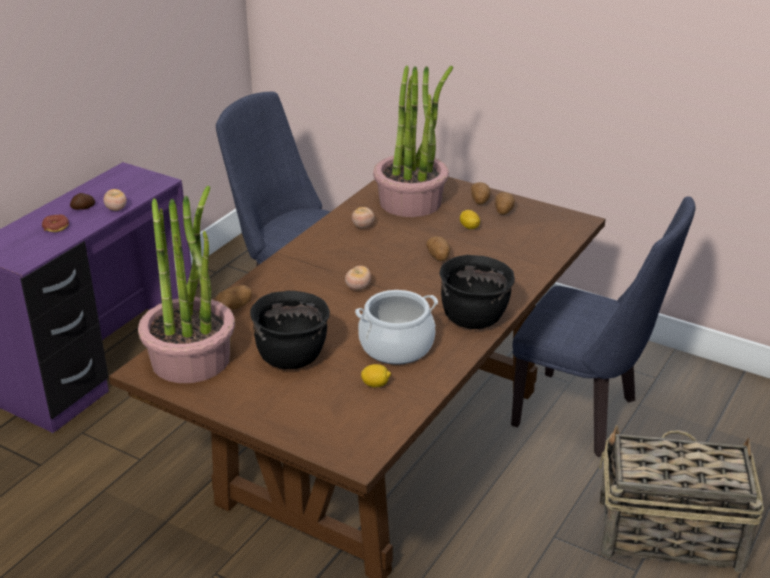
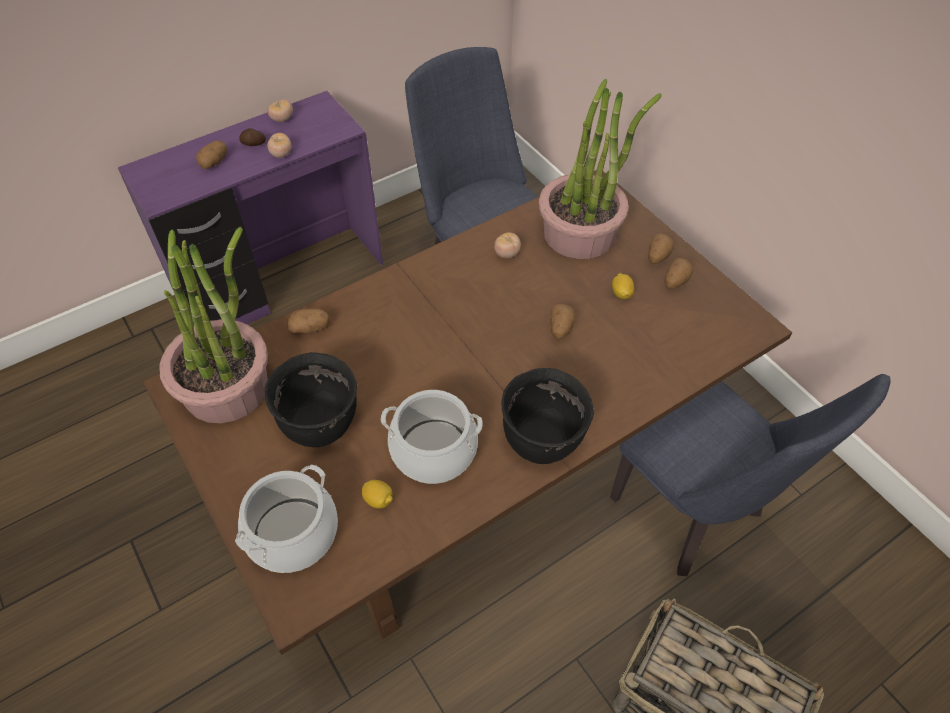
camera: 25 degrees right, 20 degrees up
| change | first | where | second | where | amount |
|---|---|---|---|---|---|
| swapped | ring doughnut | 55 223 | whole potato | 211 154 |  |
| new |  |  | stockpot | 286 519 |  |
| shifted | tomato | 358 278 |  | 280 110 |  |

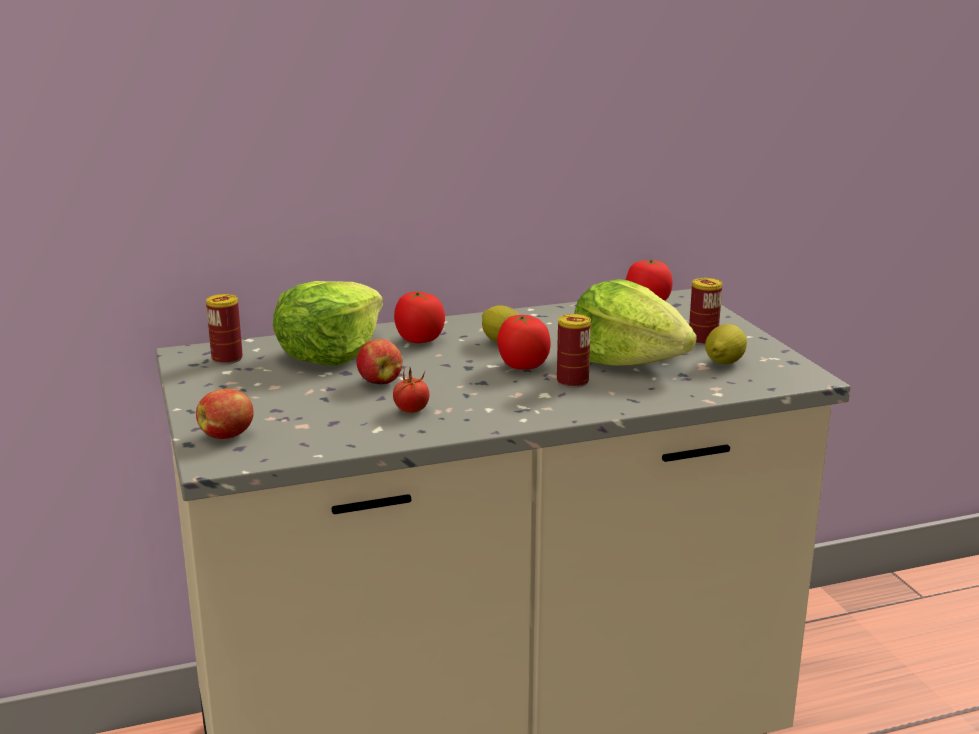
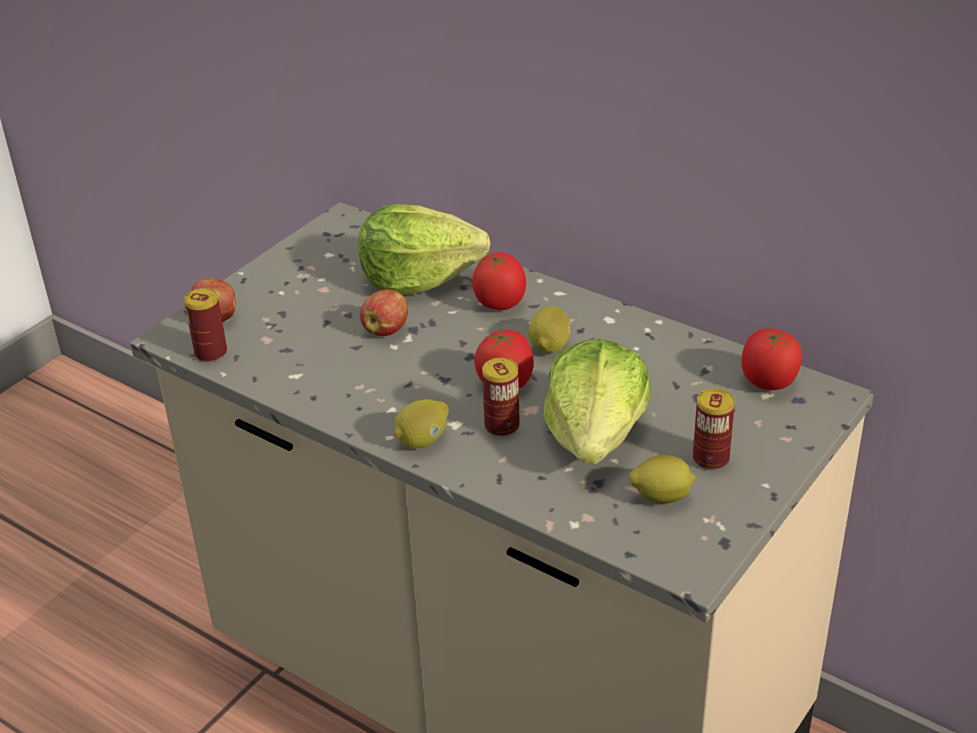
camera: 55 degrees right, 15 degrees up
| change | first | where | second | where | amount |
|---|---|---|---|---|---|
| shifted | sealed can | 224 329 |  | 205 325 |  |
| new |  |  | whole lemon | 421 423 |  |
| gone | tomato | 411 390 |  |  |  |

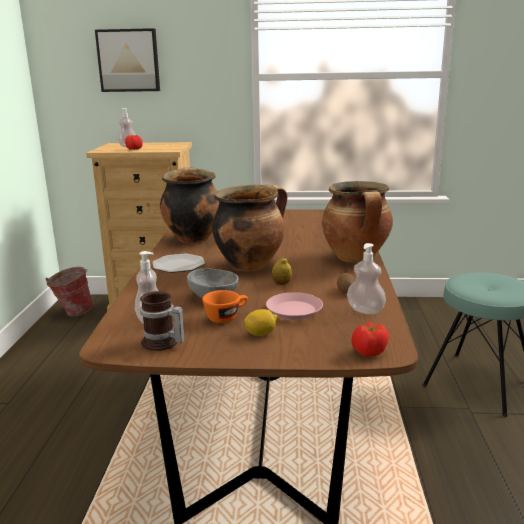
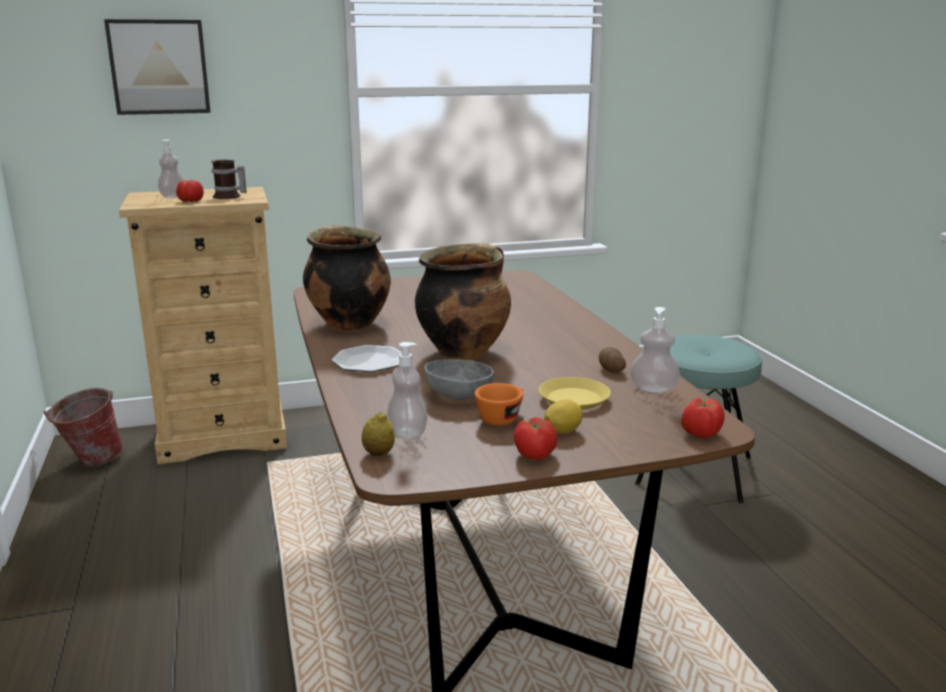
camera: 20 degrees left, 0 degrees up
| change | first | where | second | where | amount |
|---|---|---|---|---|---|
| shifted | mug | 162 321 |  | 229 179 |  |
| shifted | whole lemon | 282 271 |  | 378 434 |  |
| new |  |  | tomato | 536 438 |  |
| repainted | pinkish plate | 294 306 | yellow plate | 575 393 |  |
| gone | stockpot | 357 222 |  |  |  |

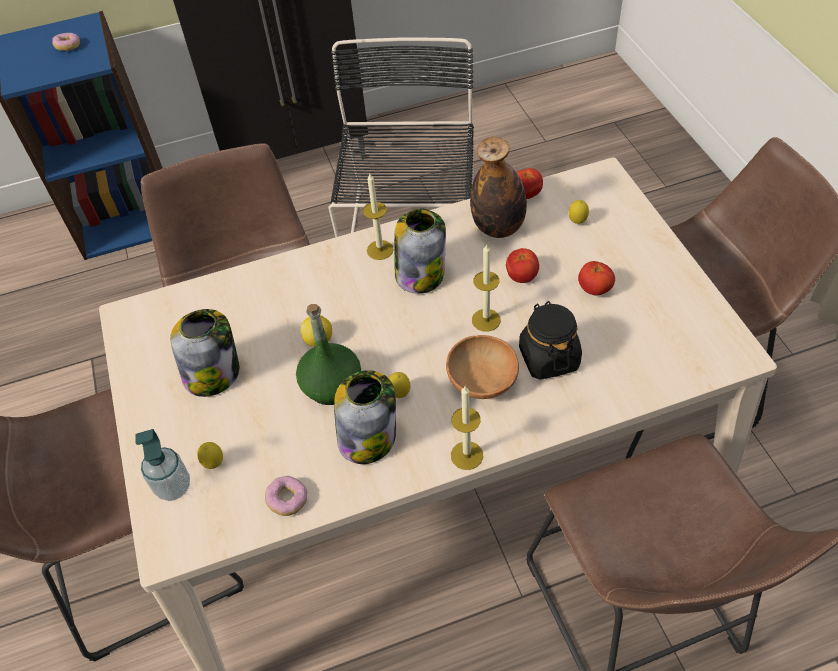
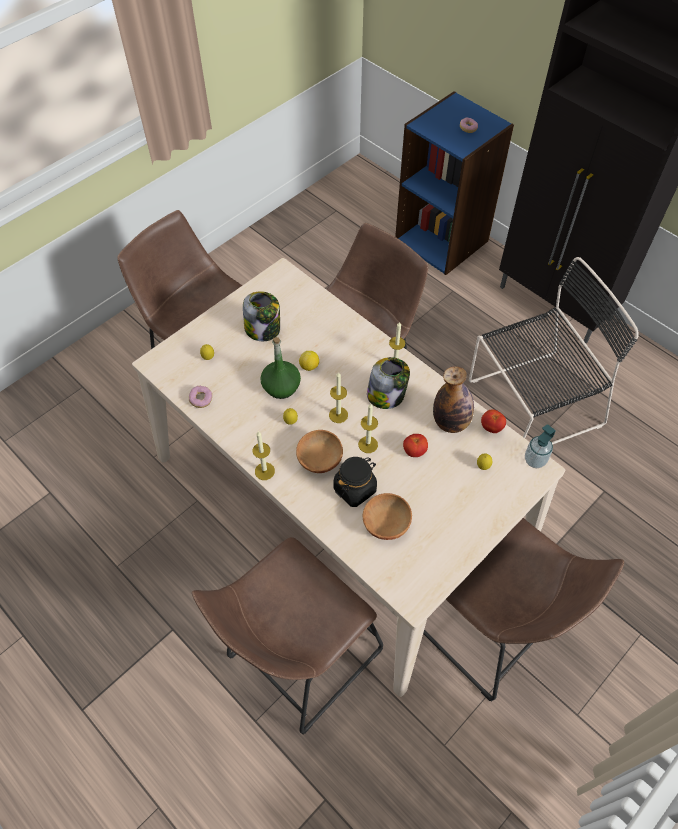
camera: 60 degrees right, 5 degrees up
| change | first | where | second | where | amount |
|---|---|---|---|---|---|
| new |  |  | wax light | 338 397 |  |
| new |  |  | brown-coloured bowl | 387 516 |  |
| shifted | soap bottle | 162 465 |  | 540 446 |  |
| gone | storage jar | 365 417 |  |  |  |
| gone | tomato | 596 278 |  |  |  |

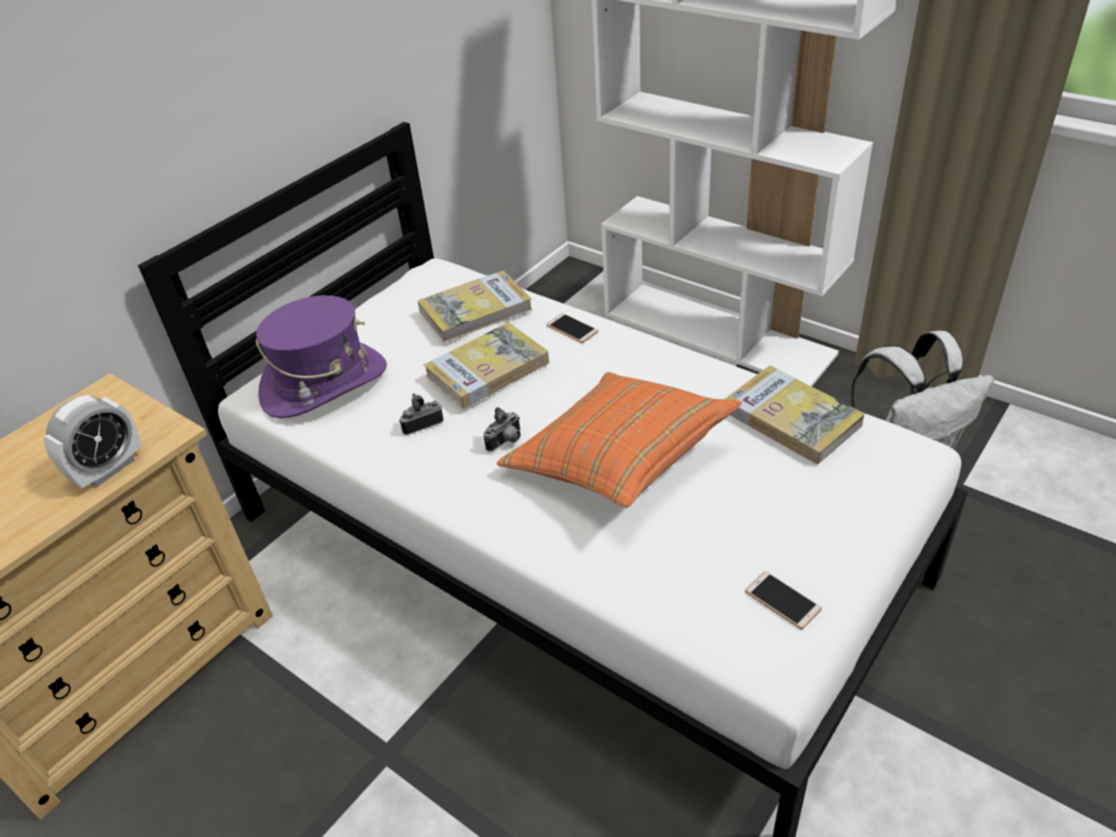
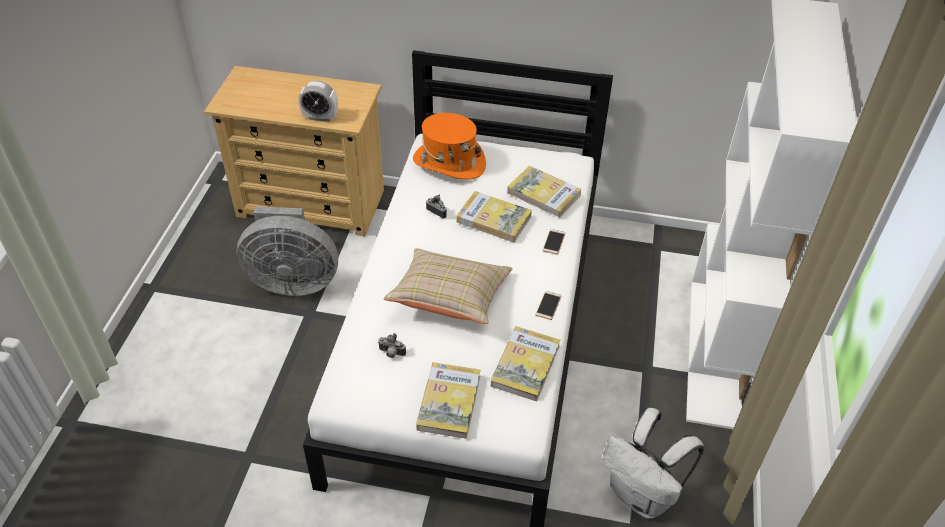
camera: 60 degrees right, 5 degrees up
| change | first | where | second | where | amount |
|---|---|---|---|---|---|
| new |  |  | gray fan | 287 251 |  |
| shifted | photo camera | 502 429 |  | 392 345 |  |
| repainted | orange-coloured pillow | 619 440 | beige-coloured pillow | 448 286 |  |
| repainted | purple-coloured hat | 321 356 | orange-coloured hat | 449 146 |  |
| new |  |  | book | 448 400 |  |
| shifted | phone | 783 600 |  | 548 305 |  |

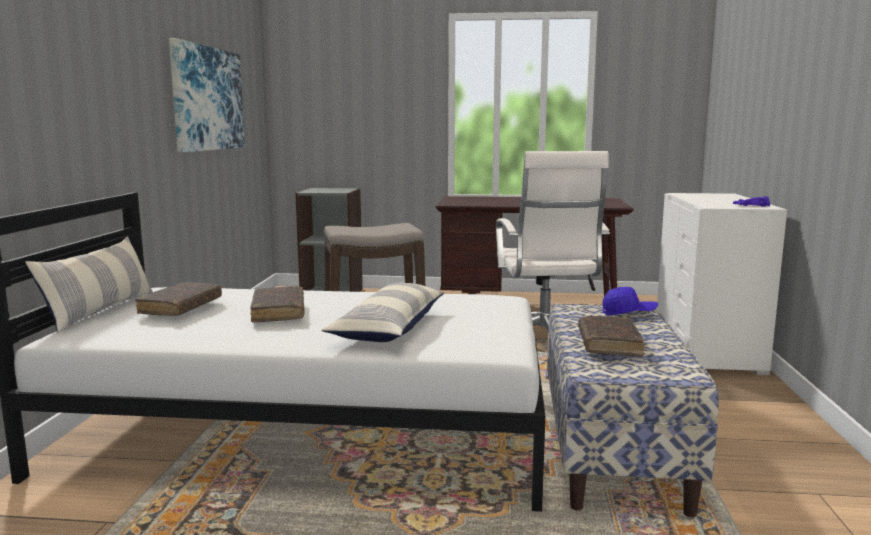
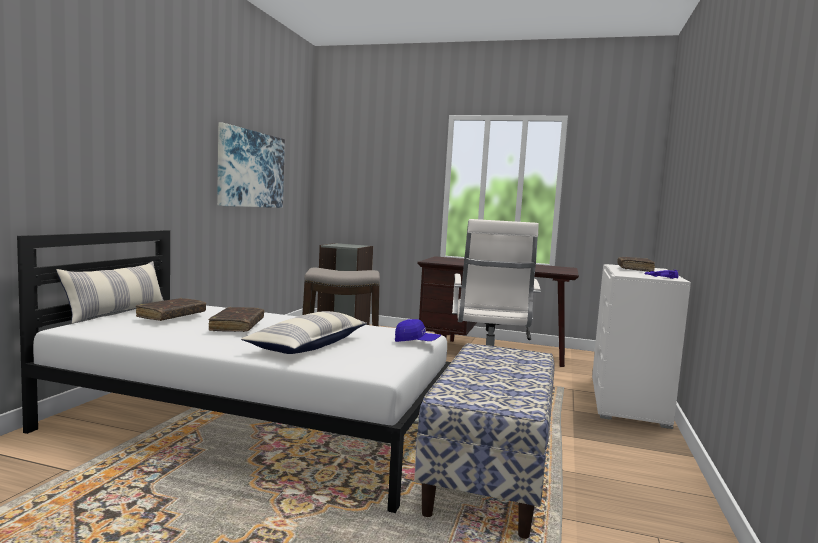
camera: 10 degrees right, 5 degrees down
| change | first | where | second | where | amount |
|---|---|---|---|---|---|
| shifted | blue-coloured baseball cap | 630 301 |  | 418 330 |  |
| shifted | brown-coloured book | 611 336 |  | 636 264 |  |

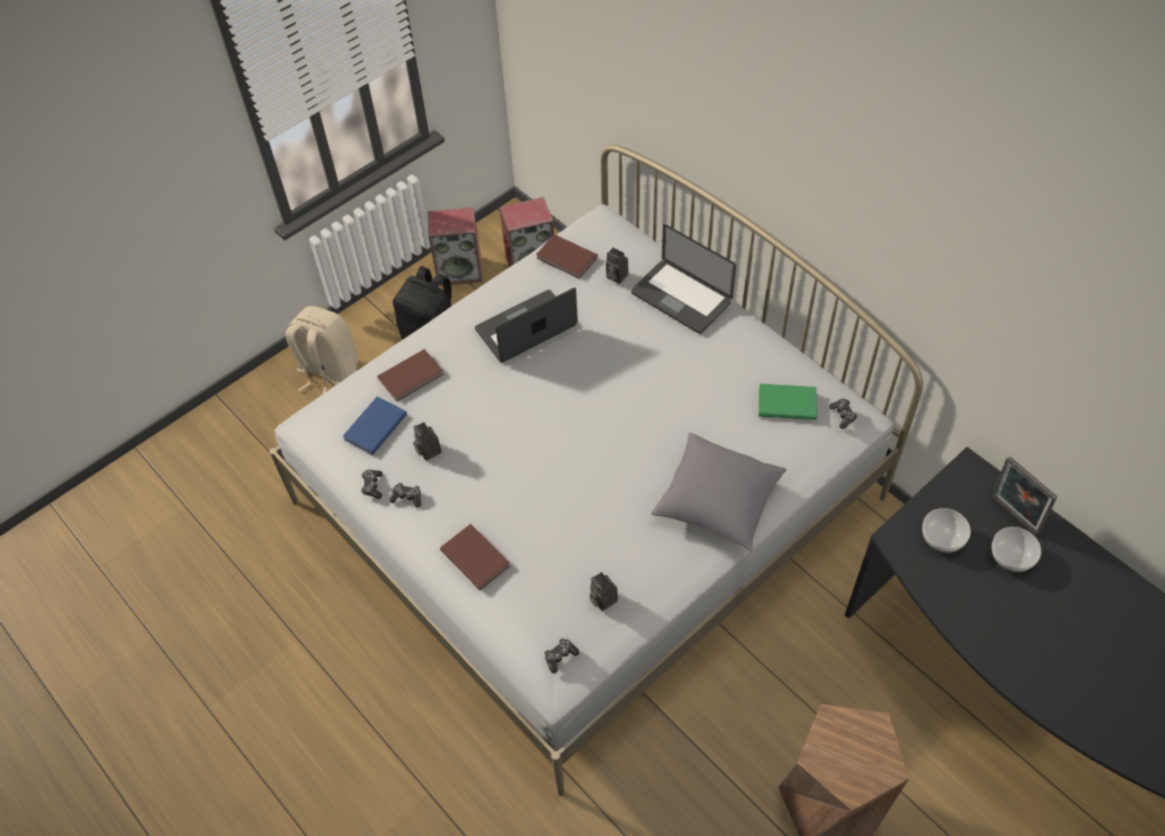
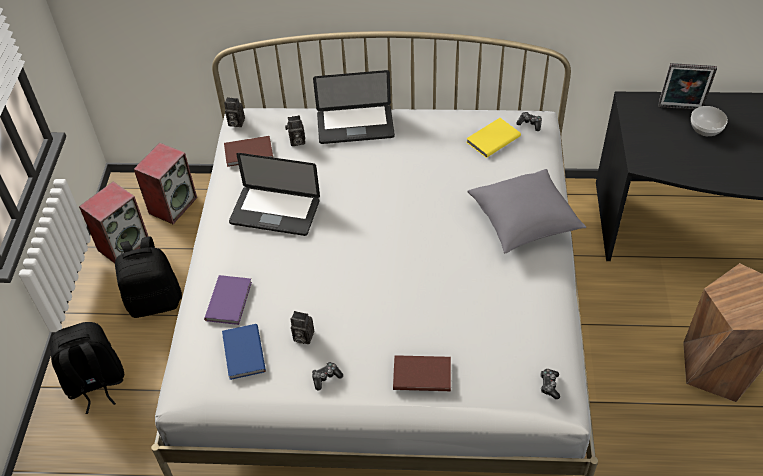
camera: 45 degrees left, 5 degrees down
| change | first | where | second | where | amount |
|---|---|---|---|---|---|
| repainted | beige-coloured backpack | 322 350 | black backpack | 87 368 |  |
| repainted | brown-coloured book | 410 375 | purple-coloured book | 228 300 |  |
| shifted | photo camera | 604 591 |  | 234 112 |  |
| rotated | laptop | 526 325 |  | 274 194 | 90 degrees counterclockwise |
| repainted | green-coloured book | 787 402 | yellow book | 493 138 |  |
| gone | gamepad | 372 484 |  |  |  |
| gone | bowl | 946 530 |  |  |  |

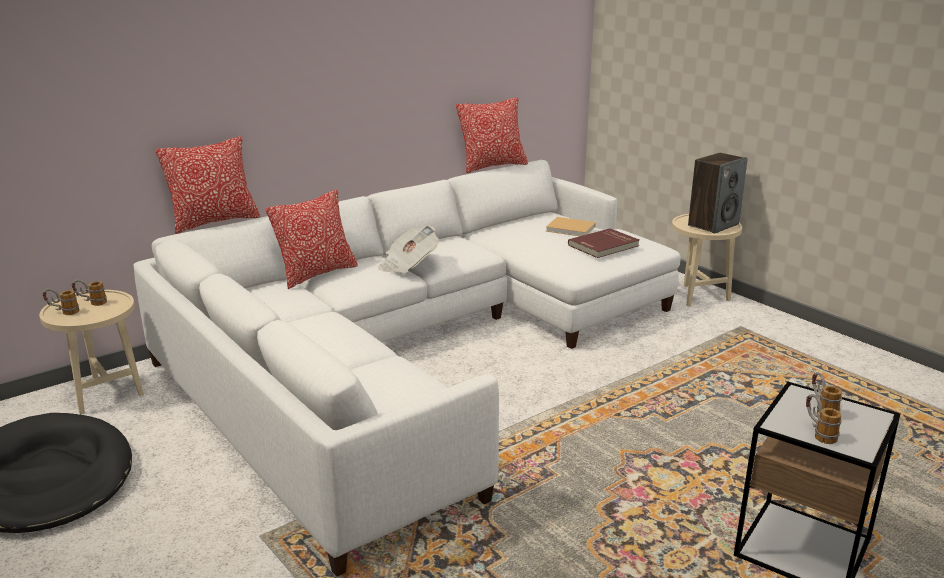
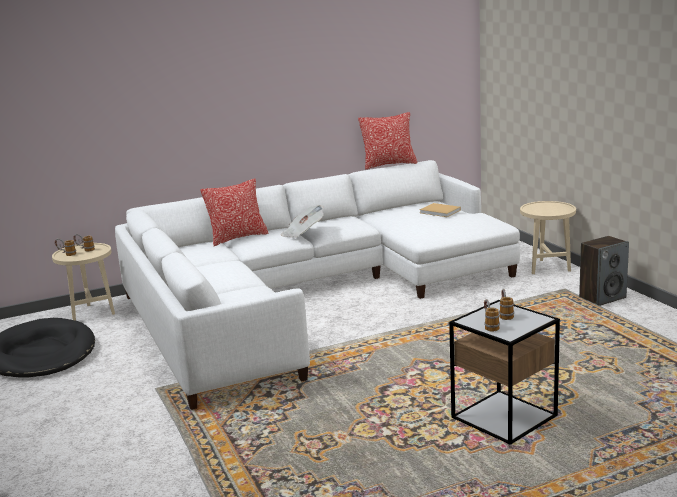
camera: 15 degrees right, 5 degrees down
| change | first | where | second | where | amount |
|---|---|---|---|---|---|
| shifted | loudspeaker | 718 193 |  | 604 271 |  |
| gone | pillow | 207 185 |  |  |  |
| gone | red book | 603 243 |  |  |  |

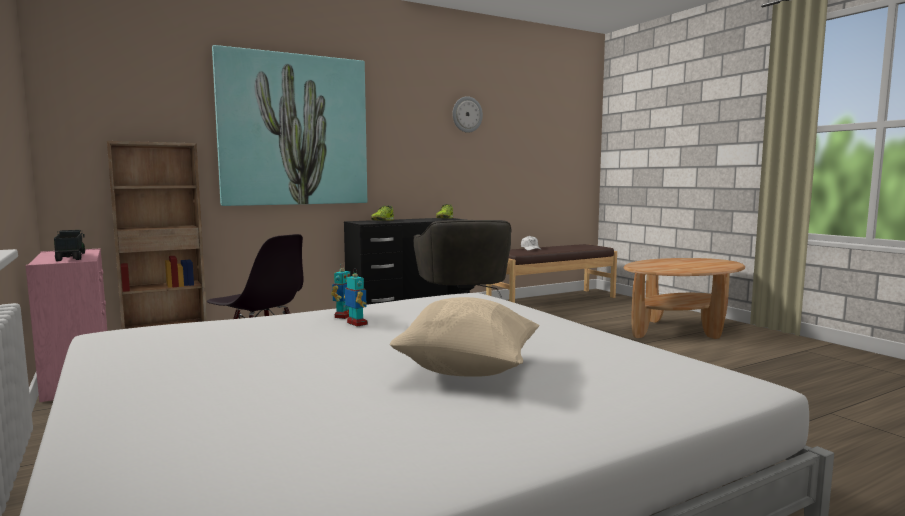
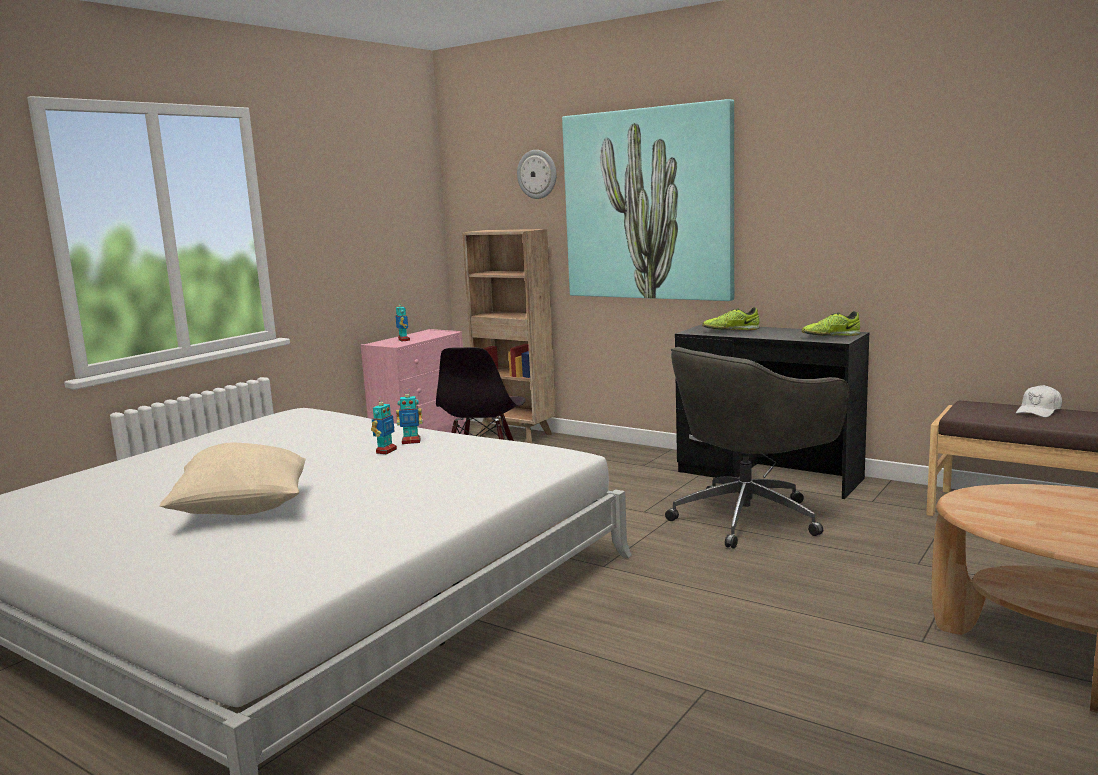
camera: 65 degrees right, 5 degrees up
| change | first | where | second | where | amount |
|---|---|---|---|---|---|
| swapped | toy truck | 69 245 | model robot | 402 321 |  |
| shifted | hanging clock | 468 114 |  | 536 174 |  |

